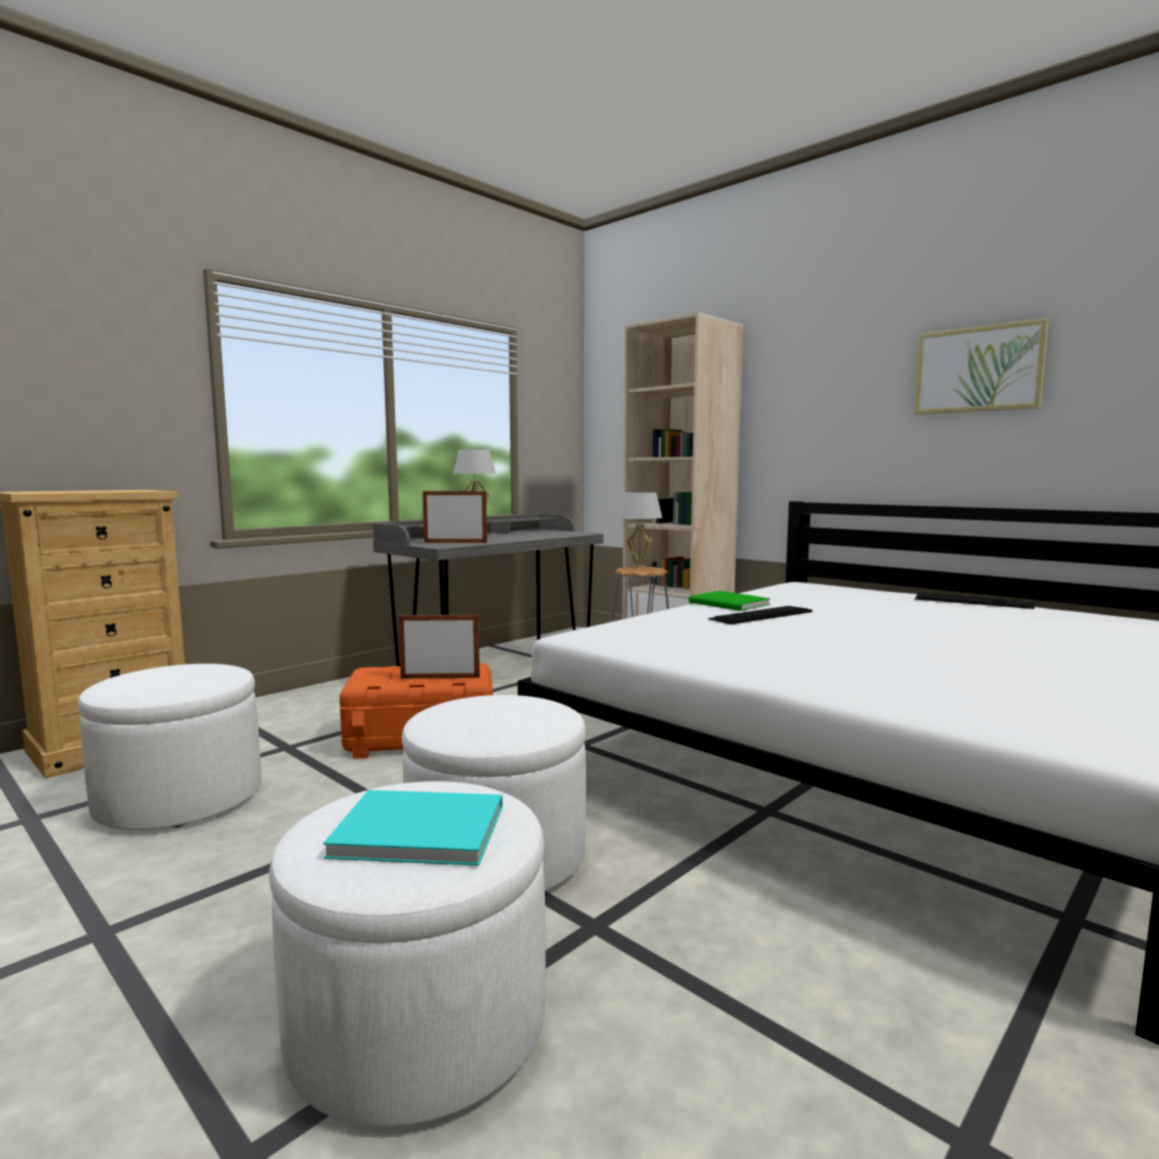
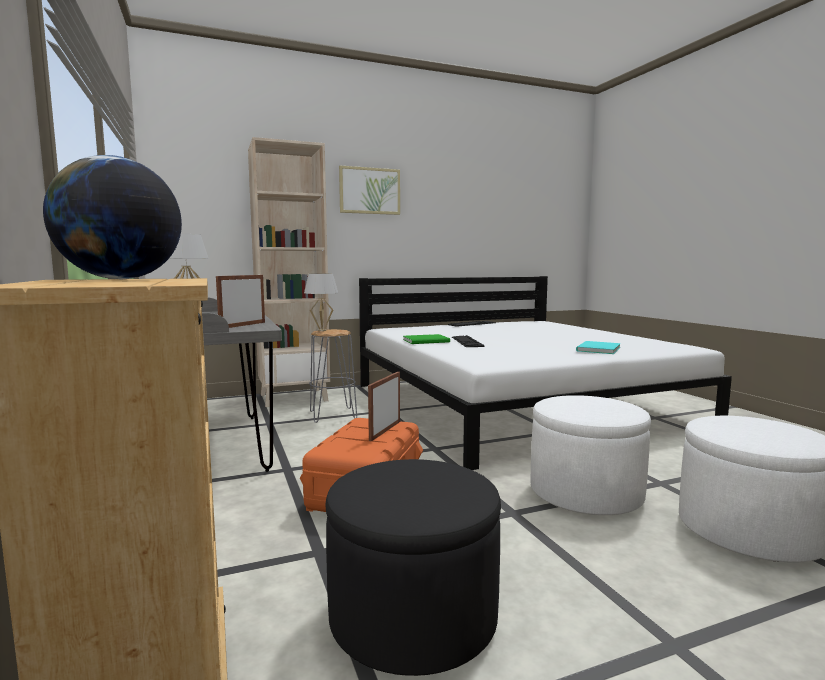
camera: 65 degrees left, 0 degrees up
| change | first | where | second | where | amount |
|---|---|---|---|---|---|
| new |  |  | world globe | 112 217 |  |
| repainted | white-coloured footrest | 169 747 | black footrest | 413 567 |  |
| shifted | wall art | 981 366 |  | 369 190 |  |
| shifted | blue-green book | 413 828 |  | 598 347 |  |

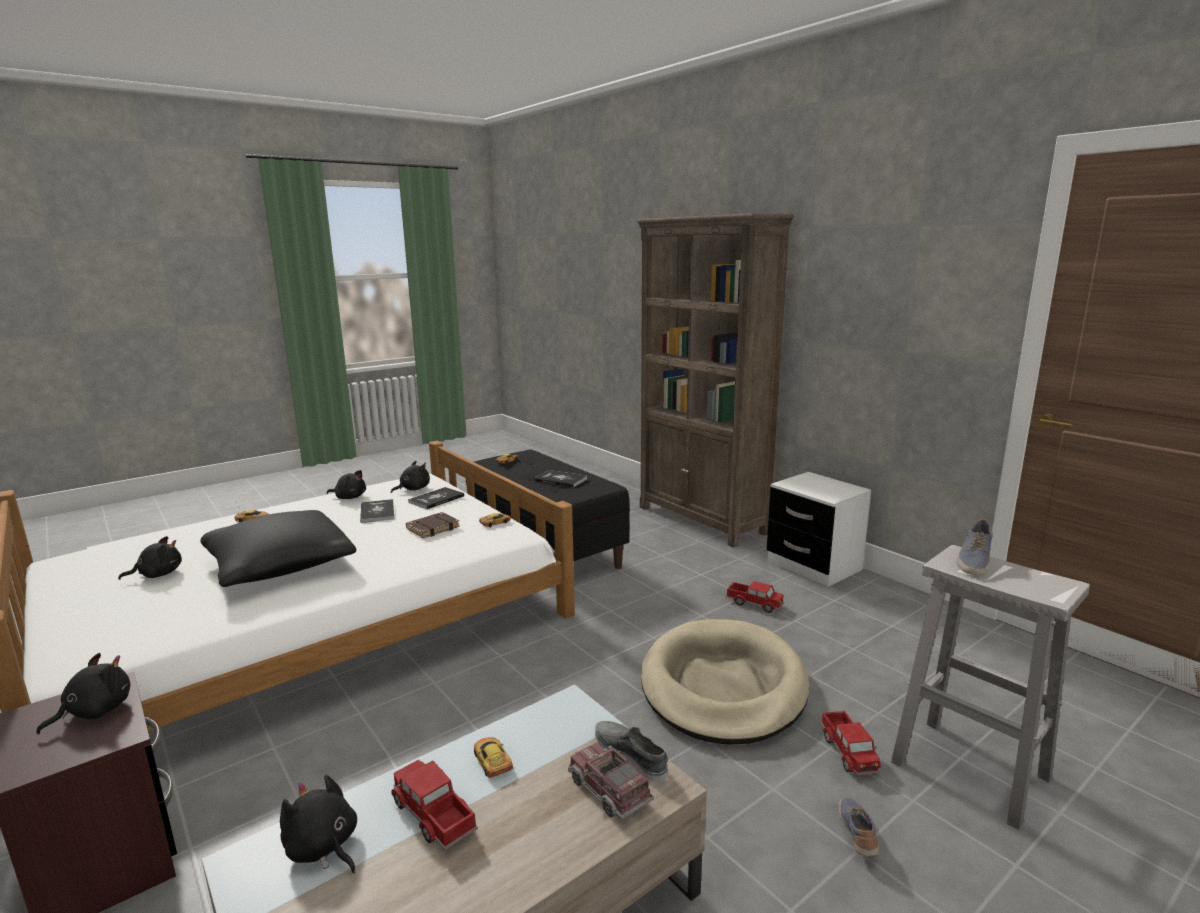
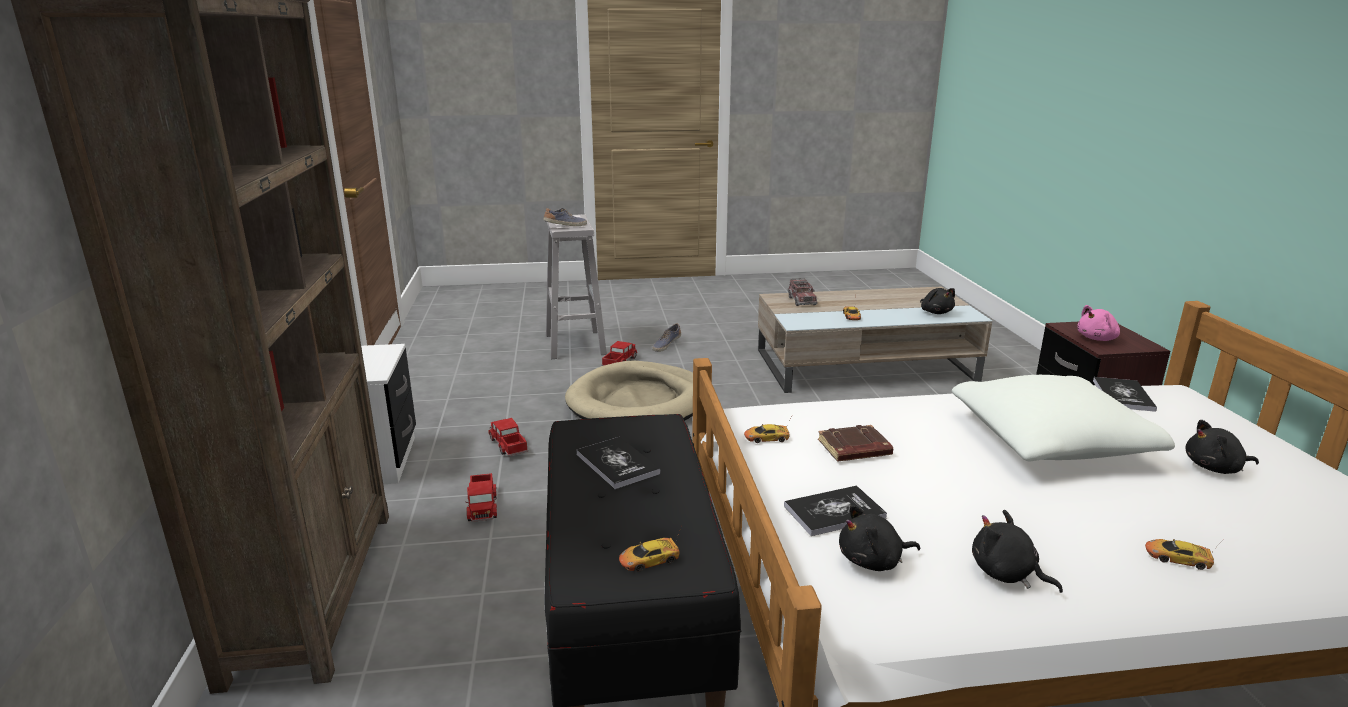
camera: 150 degrees left, 5 degrees up
| change | first | where | second | where | amount |
|---|---|---|---|---|---|
| shifted | toy truck | 434 805 |  | 481 497 |  |
| repainted | black pillow | 278 548 | white-coloured pillow | 1063 418 |  |
| repainted | black soft toy | 83 693 | pinkish soft toy | 1098 323 |  |
| shifted | book | 377 511 |  | 1125 394 |  |
| gone | gray shoe | 631 751 |  |  |  |

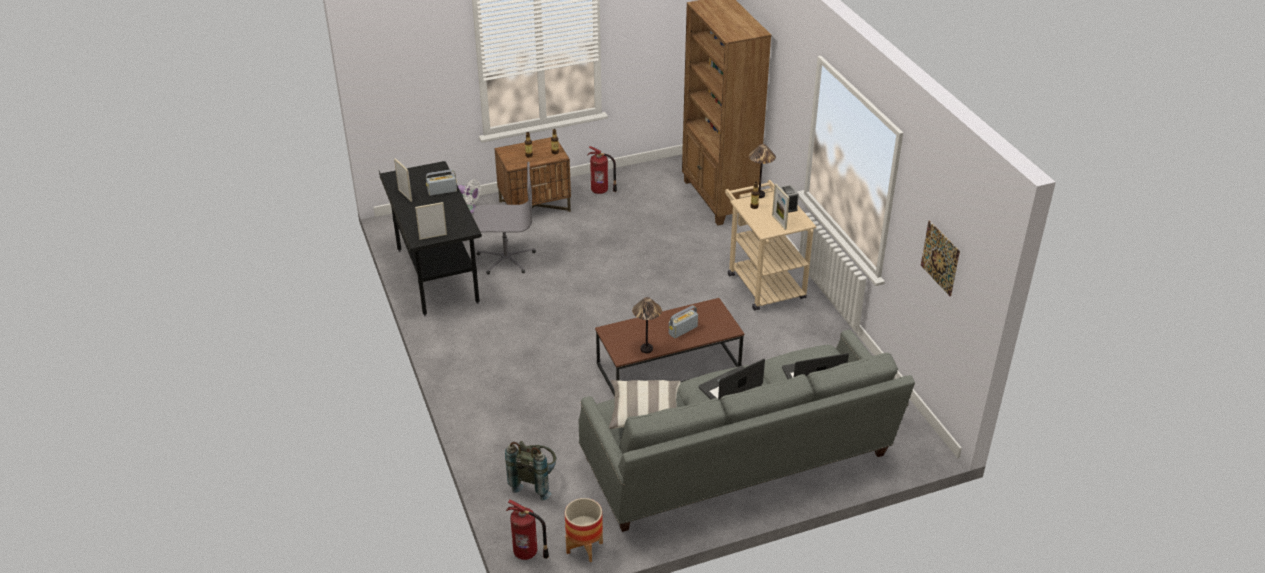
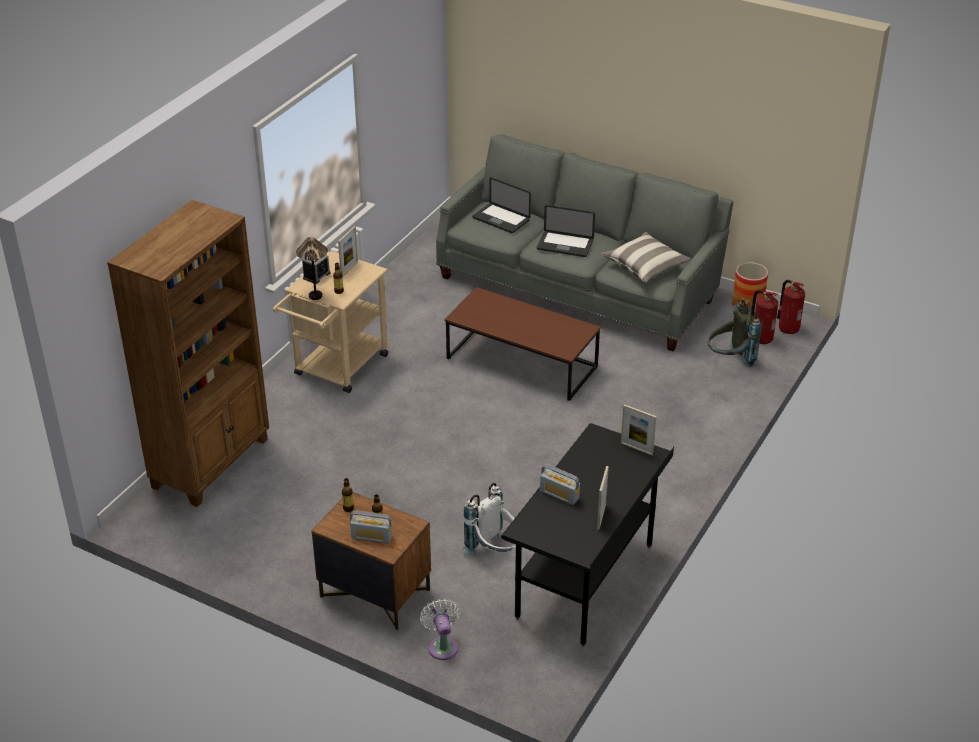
camera: 130 degrees left, 0 degrees up
| change | first | where | second | where | amount |
|---|---|---|---|---|---|
| shifted | radio receiver | 683 322 |  | 371 527 |  |
| swapped | gray desk chair | 505 218 | white-coloured backpack | 489 519 |  |
| shifted | fire extinguisher | 602 170 |  | 765 317 |  |
| gone | lamp for a table | 647 325 |  |  |  |
| gone | wall art | 940 258 |  |  |  |

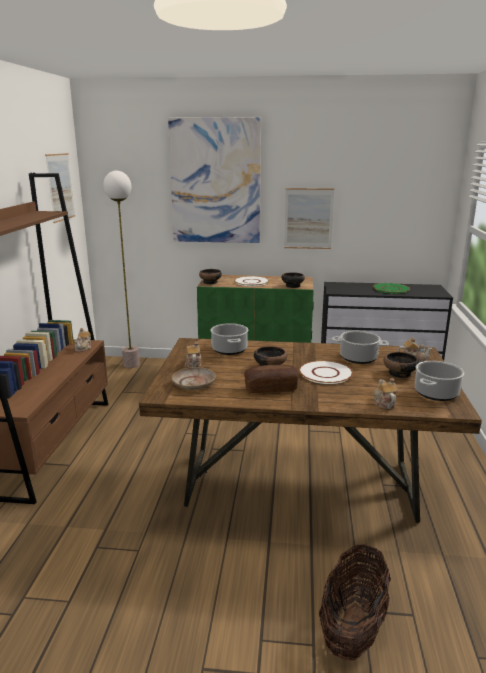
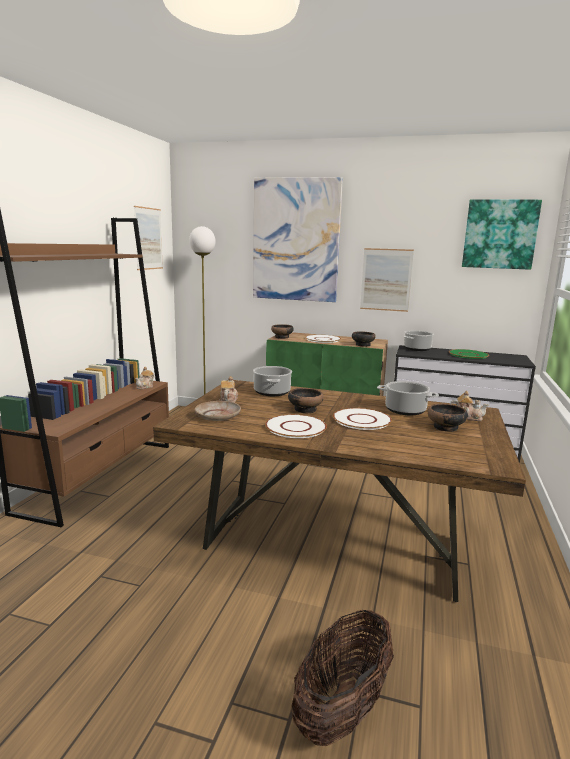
camera: 10 degrees right, 5 degrees down
| change | first | where | second | where | amount |
|---|---|---|---|---|---|
| swapped | baked bread | 271 379 | white-coloured plate | 296 426 |  |
| shifted | stockpot | 439 381 |  | 419 340 |  |
| new |  |  | wall art | 502 234 |  |
| gone | pot for tea | 386 393 |  |  |  |

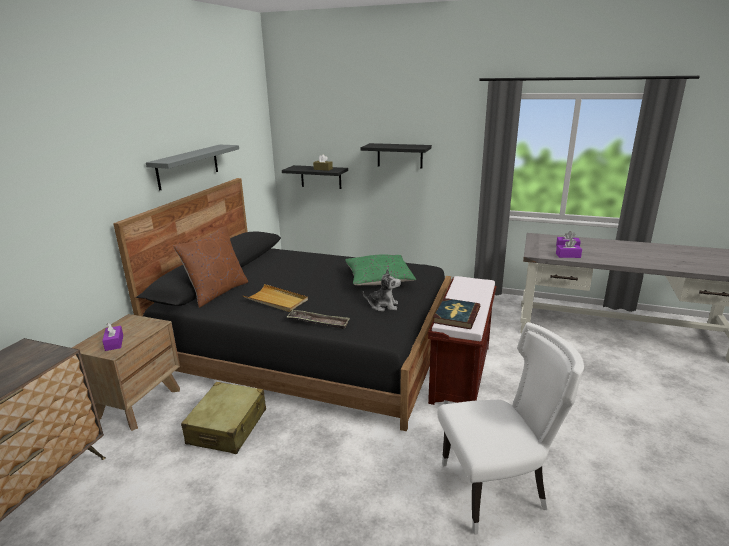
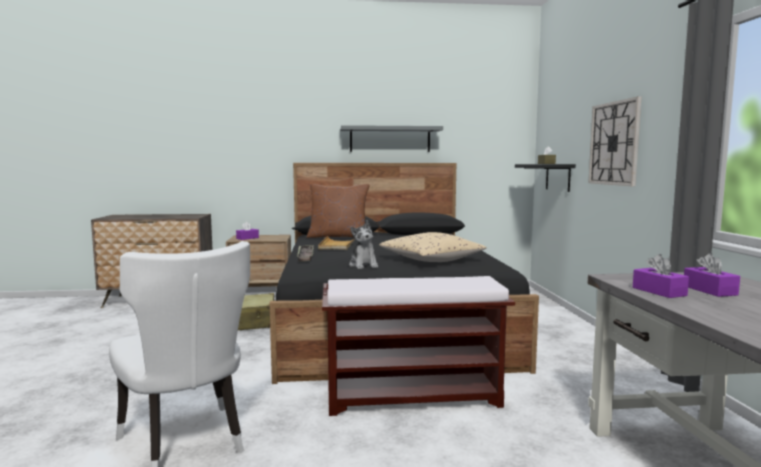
camera: 65 degrees right, 15 degrees down
| change | first | where | second | where | amount |
|---|---|---|---|---|---|
| repainted | green-coloured pillow | 381 269 | beige-coloured pillow | 433 247 |  |
| swapped | black bracket shelf | 396 156 | hanging clock | 614 141 |  |
| gone | book | 456 313 |  |  |  |

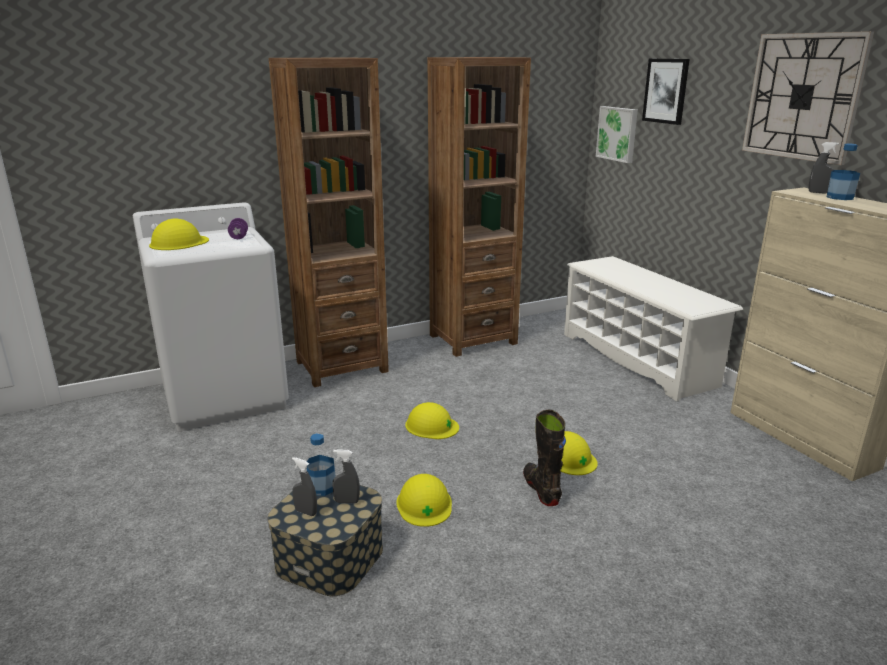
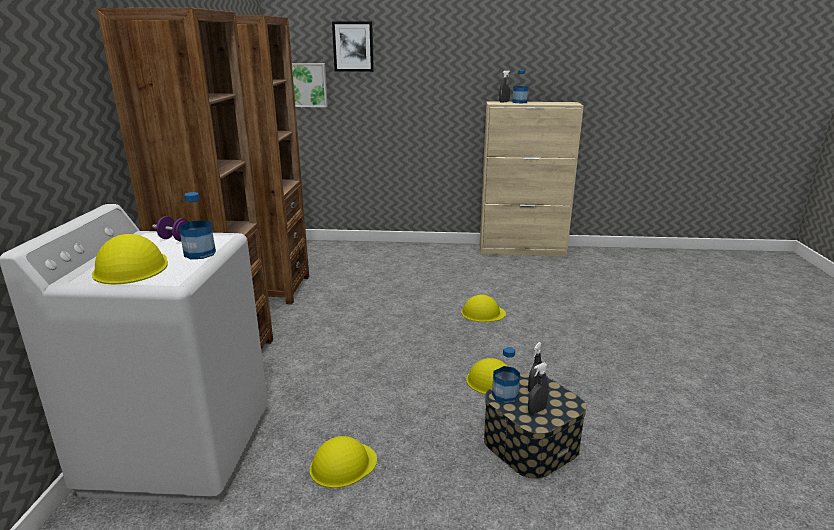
camera: 60 degrees left, 0 degrees up
| change | first | where | second | where | amount |
|---|---|---|---|---|---|
| new |  |  | beverage bottle | 197 225 |  |
| shifted | yellow safety helmet | 432 420 |  | 343 462 |  |
| gone | black boot | 544 458 |  |  |  |
| gone | white-coloured shoe stand | 653 329 |  |  |  |
| gone | hanging clock | 808 98 |  |  |  |

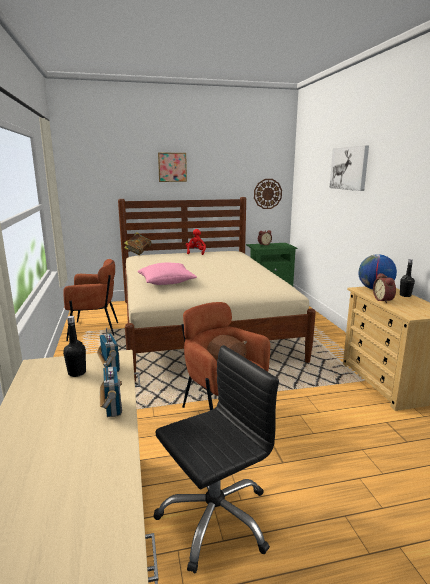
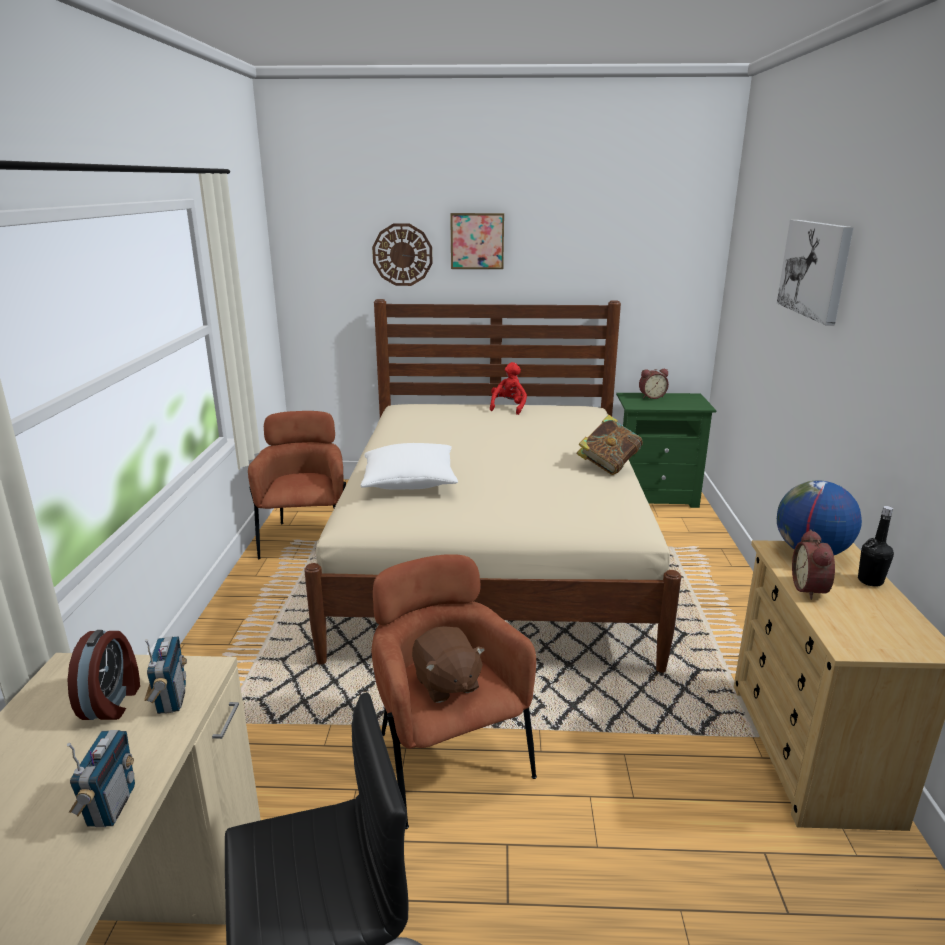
camera: 15 degrees right, 5 degrees up
| change | first | where | second | where | amount |
|---|---|---|---|---|---|
| swapped | black beverage bottle | 74 346 | table clock | 104 675 |  |
| rotated | brown-coloured armchair | 90 300 |  | 297 485 | 105 degrees counterclockwise |
| repainted | pinkish pillow | 167 274 | white-coloured pillow | 409 466 |  |
| shifted | hanging clock | 268 194 |  | 402 254 |  |
| shifted | book | 138 243 |  | 610 445 |  |

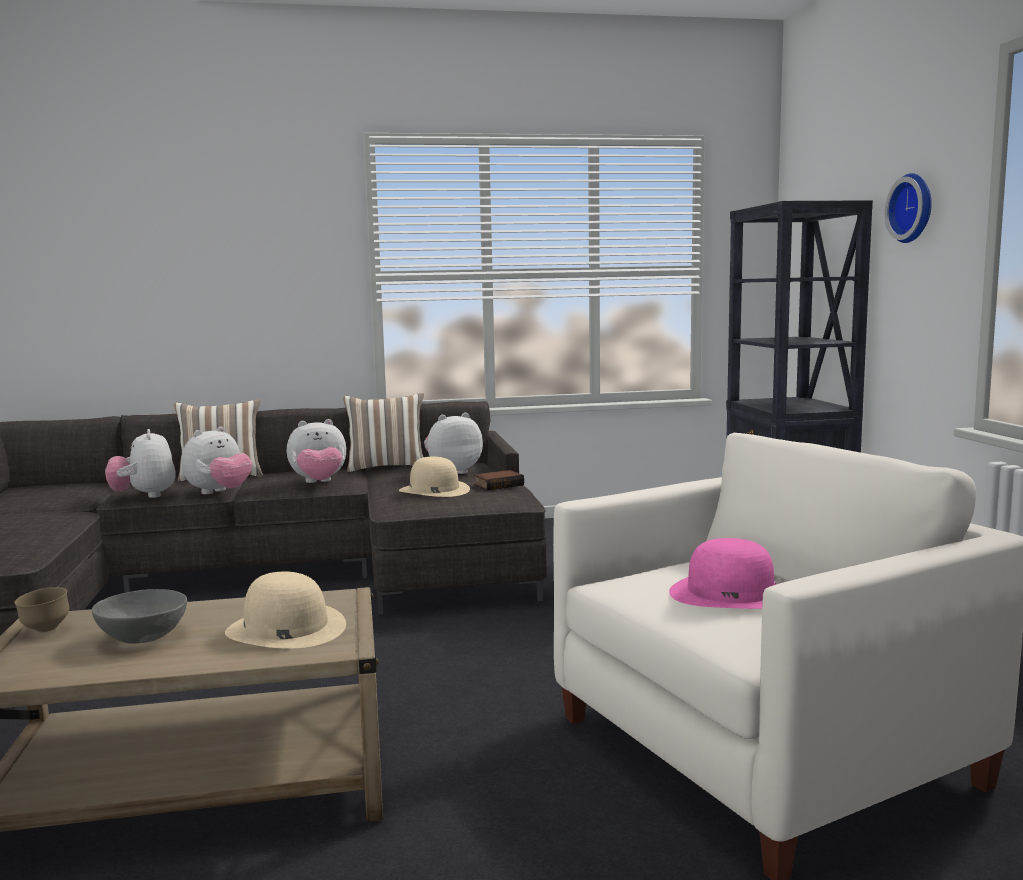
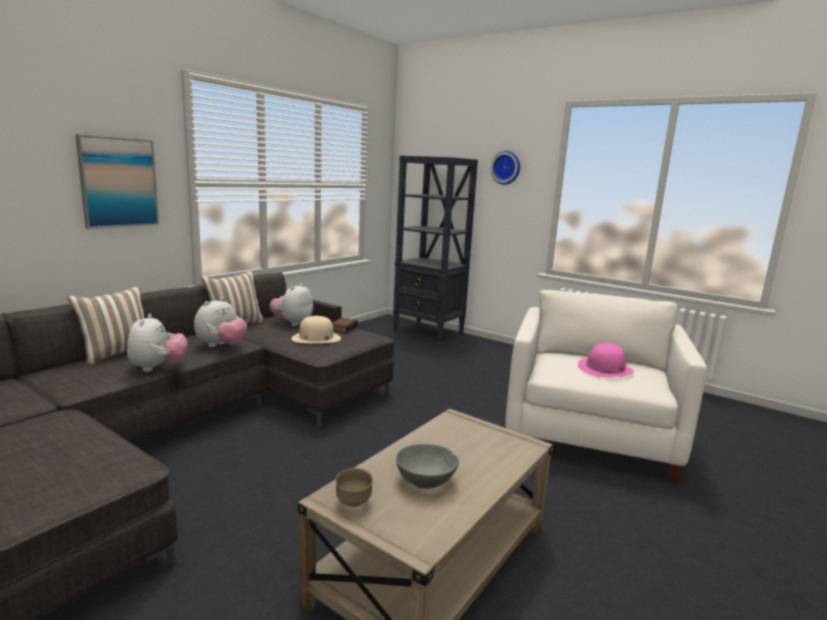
camera: 45 degrees left, 5 degrees up
| change | first | where | second | where | amount |
|---|---|---|---|---|---|
| new |  |  | wall art | 117 182 |  |
| gone | soft toy | 140 463 |  |  |  |
| gone | beige-coloured hat | 285 610 |  |  |  |

